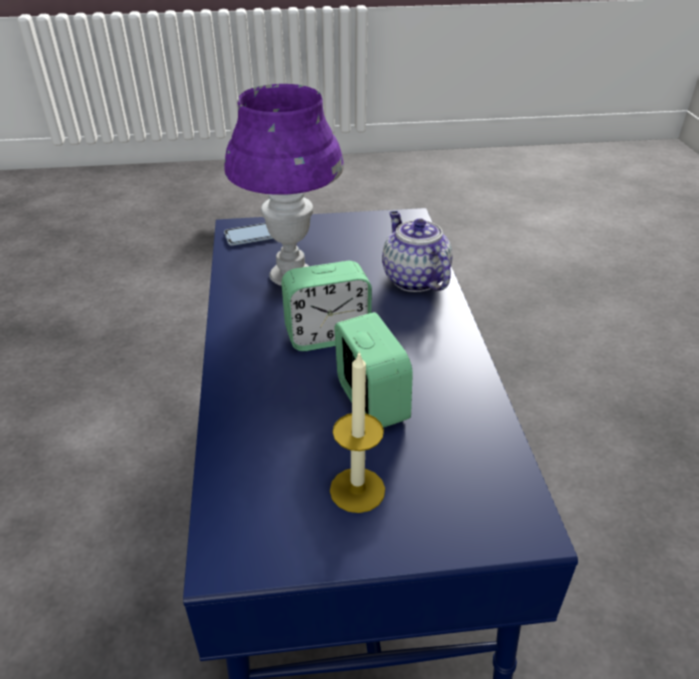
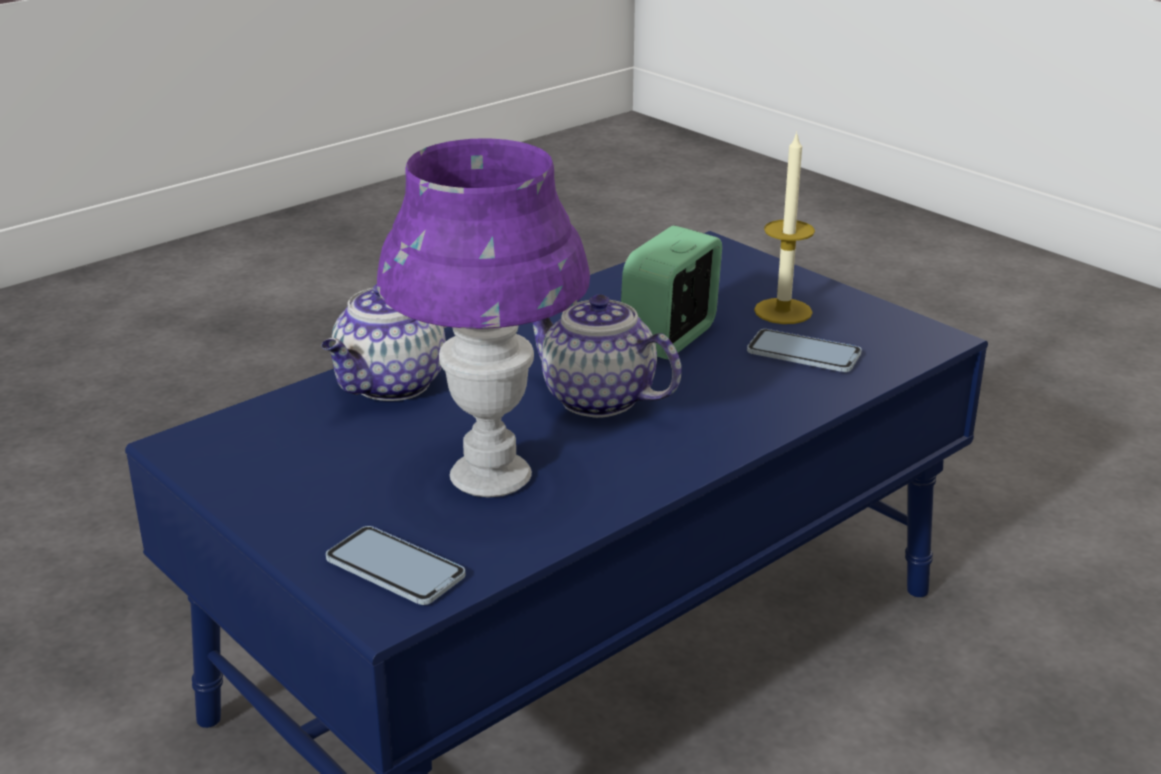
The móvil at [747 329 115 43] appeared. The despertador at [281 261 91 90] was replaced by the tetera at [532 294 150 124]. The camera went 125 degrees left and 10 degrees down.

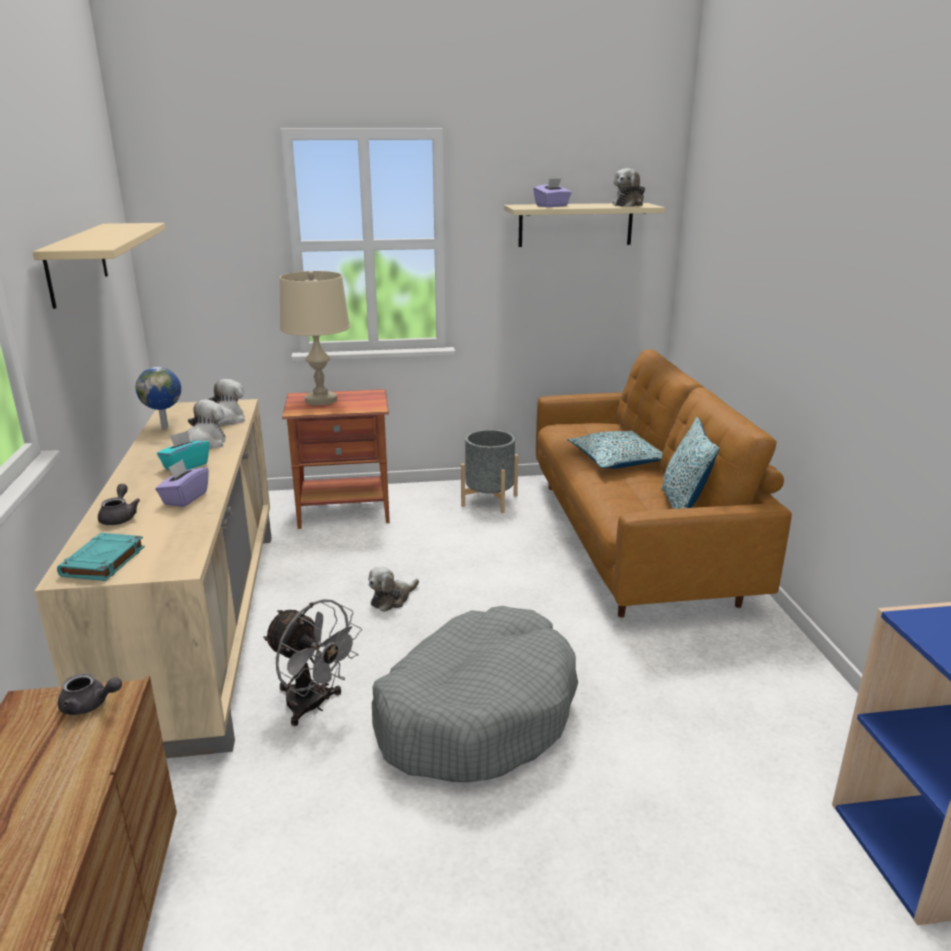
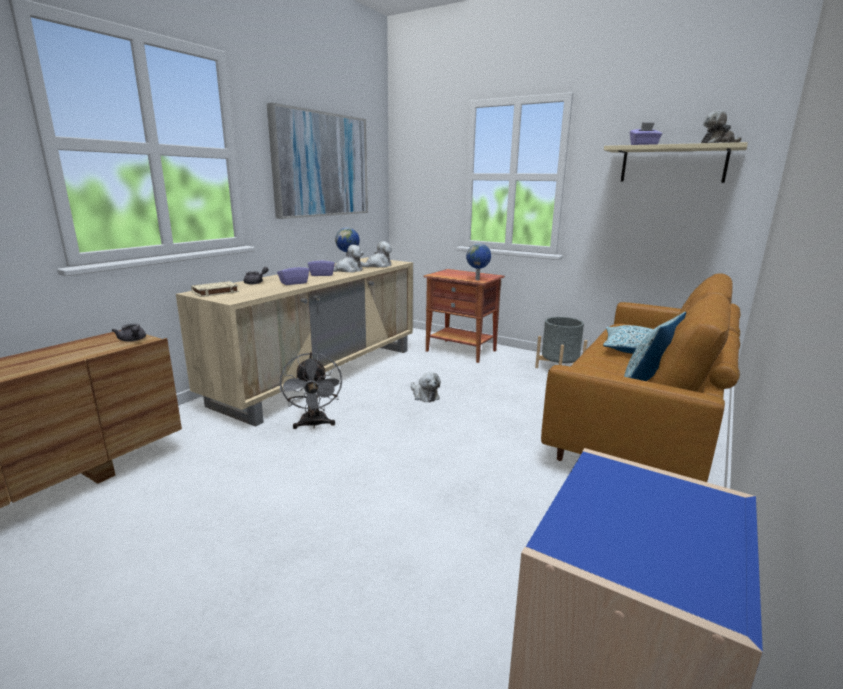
The lámpara de mesa [beis] at [280 271 70 134] disappeared. The cama para perro [gris] at [372 606 206 176] disappeared. The globo terráqueo at [466 243 25 37] appeared. The estante [beis] at [33 223 132 86] was replaced by the cuadro at [267 103 101 116]. The libro [turquesa] at [57 533 88 48] became the libro [beis] at [191 281 48 16]. The caja de pañuelos [turquesa] at [157 430 53 41] became the caja de pañuelos [morado] at [308 255 27 21]. The peluche at [368 566 51 46] turned 120 degrees counterclockwise. The camera went 40 degrees right and 5 degrees down.

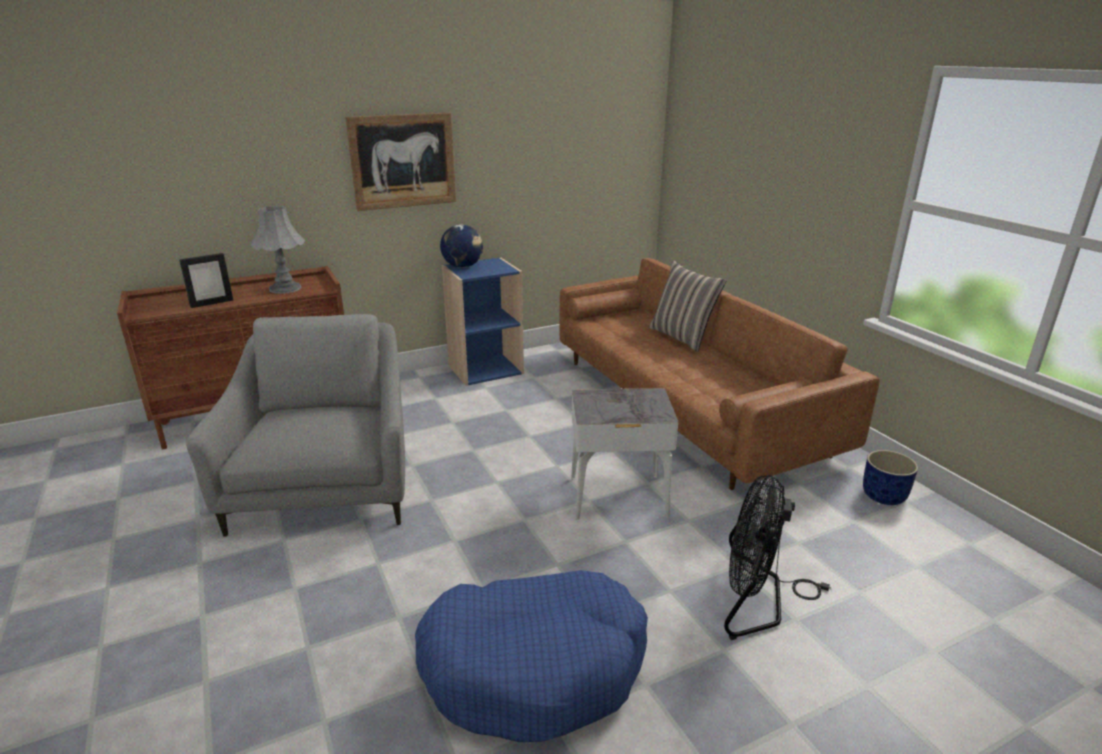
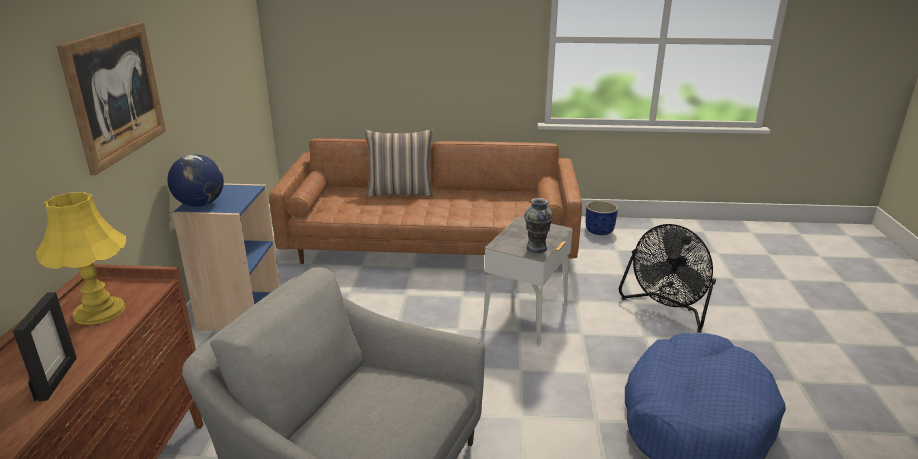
The florero at [524 198 29 55] appeared. The lámpara de mesa [gris] at [250 206 55 88] became the lámpara de mesa [amarillo] at [36 192 90 133]. The camera went 60 degrees left and 0 degrees up.

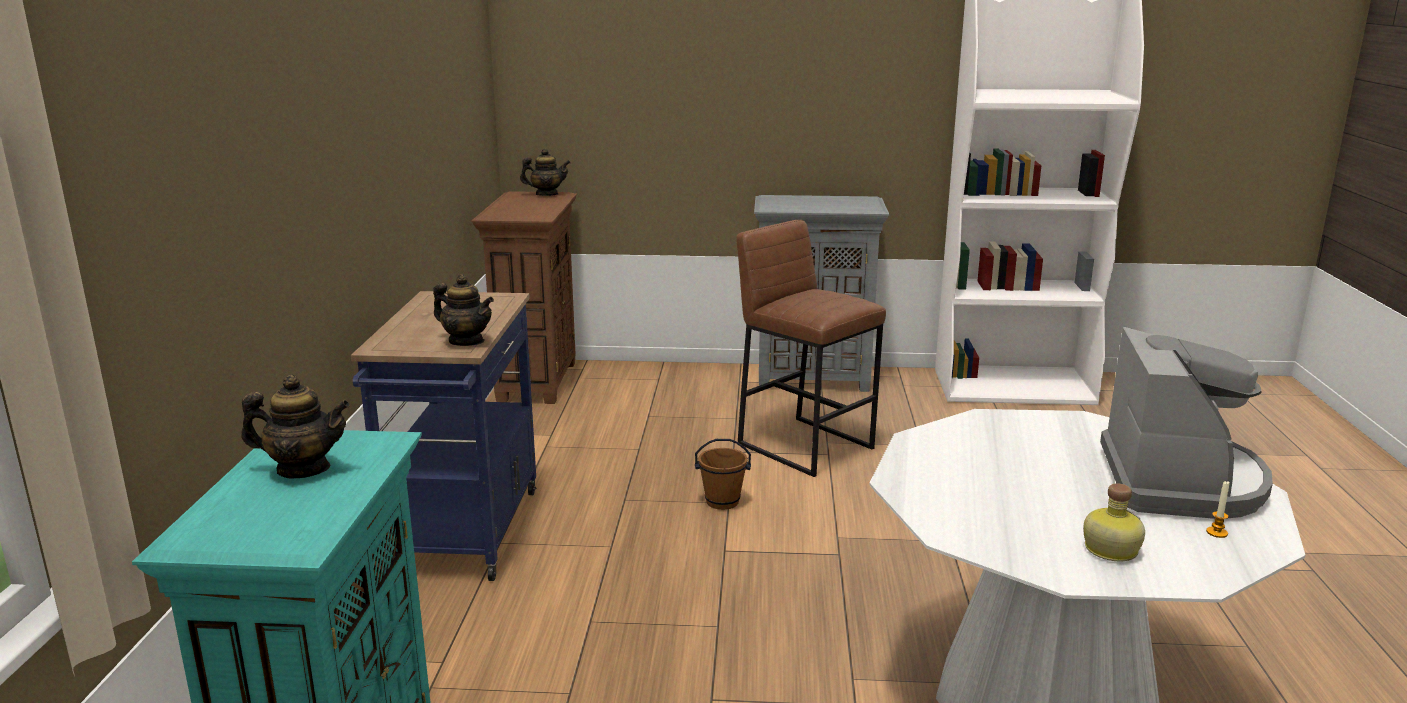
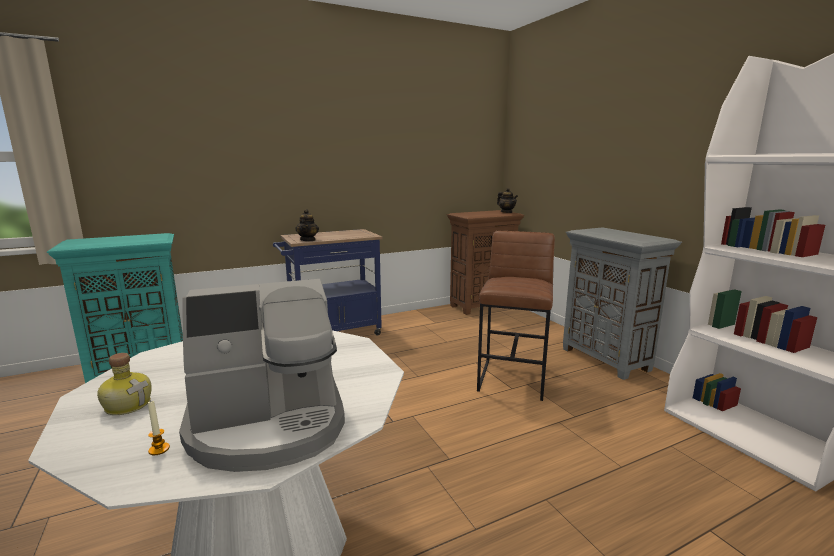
The tetera at [241 375 109 104] disappeared. The cubo [marrón] at [695 439 56 71] disappeared. The camera went 60 degrees right and 5 degrees down.

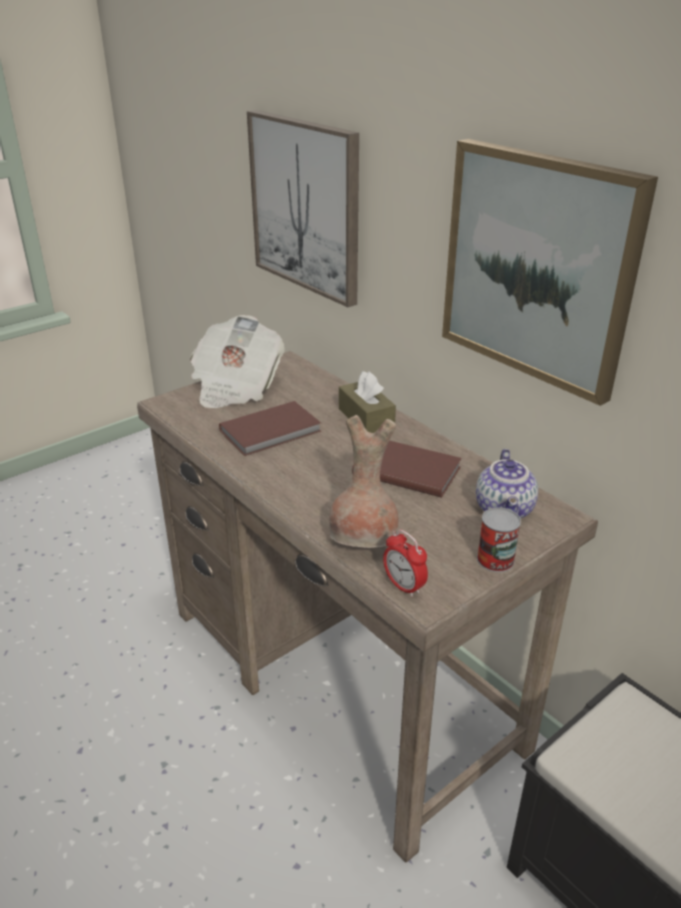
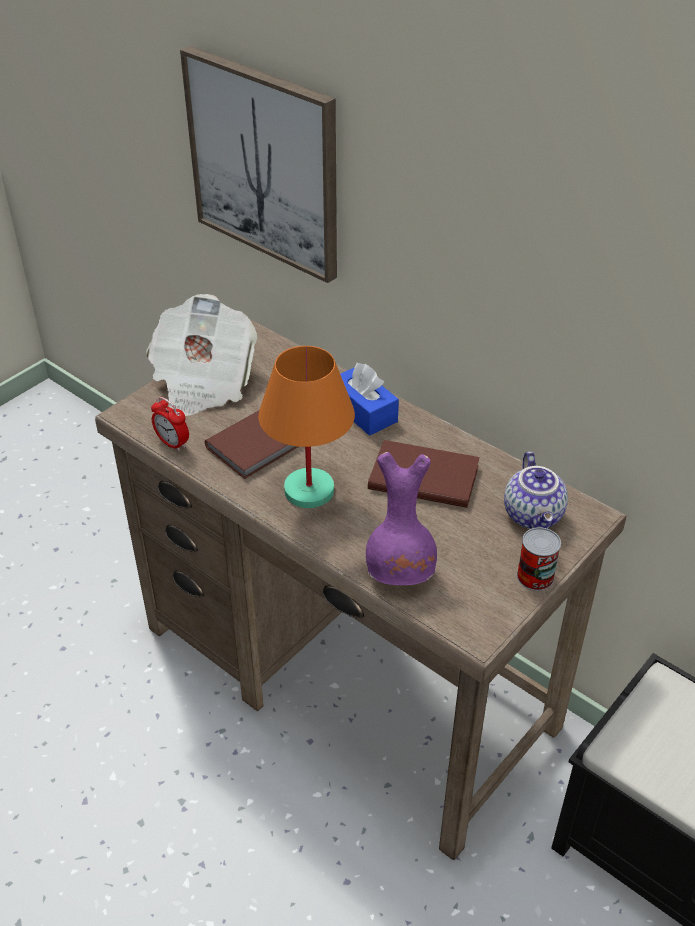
The cuadro at [442 139 216 267] disappeared. The lámpara de mesa [naranja] at [258 346 97 162] appeared. The despertador moved from [383 530 45 67] to [151 397 38 55]. The florero [marrón] at [329 415 69 133] became the florero [morado] at [366 452 71 133]. The caja de pañuelos [marrón] at [339 371 57 62] became the caja de pañuelos [azul] at [340 363 59 73]. The camera went 10 degrees left and 10 degrees up.

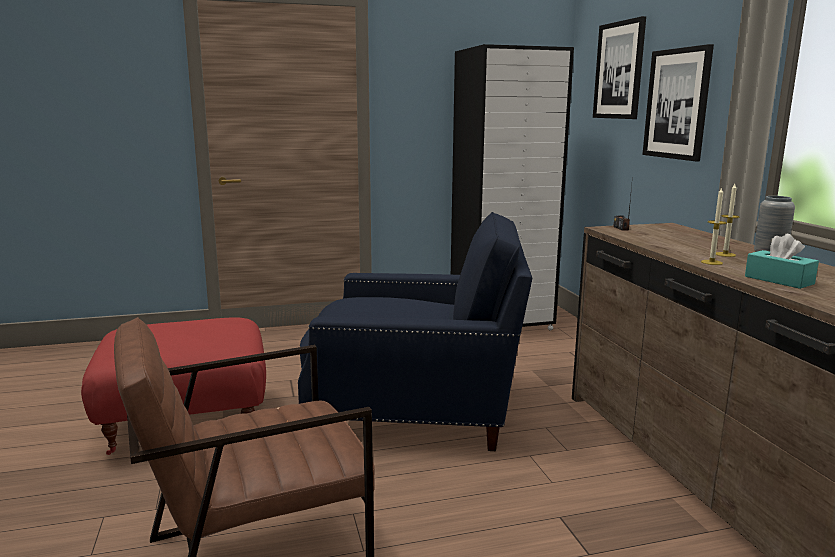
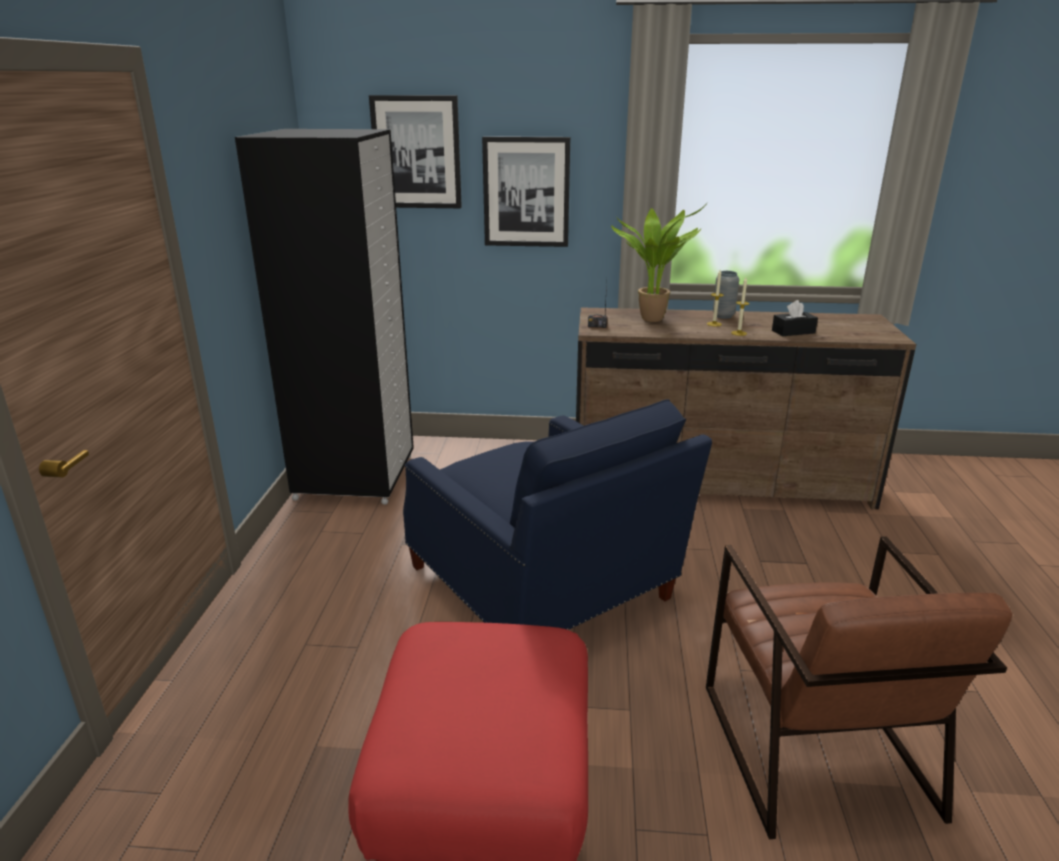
The planta en maceta at [611 202 97 120] appeared. The caja de pañuelos [turquesa] at [745 233 74 56] became the caja de pañuelos [negro] at [772 300 46 36]. The sillón [azul] at [298 212 234 239] turned 120 degrees clockwise. The camera went 70 degrees left and 10 degrees up.

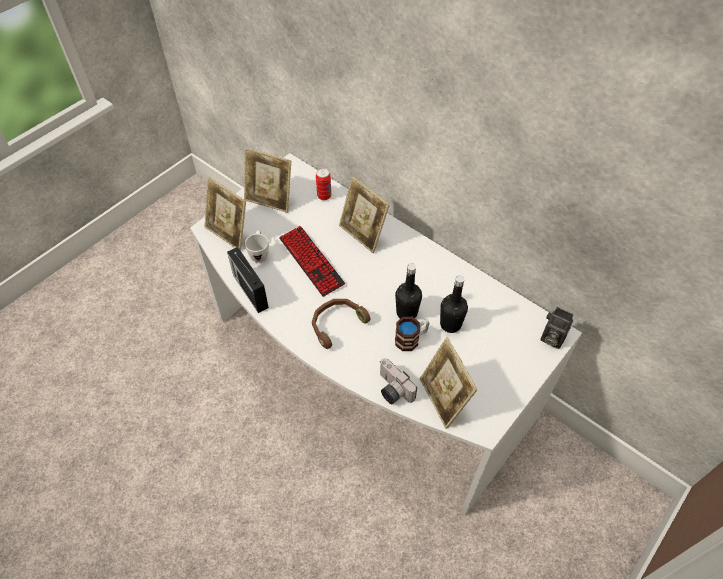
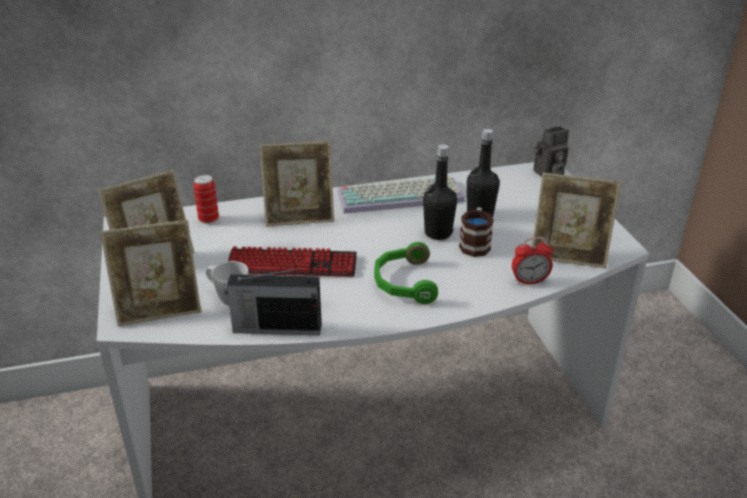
The teclado at [337 176 128 38] appeared. The cámara at [380 358 37 46] was replaced by the despertador at [512 237 41 48]. The auriculares [marrón] at [312 299 58 50] became the auriculares [verde] at [374 242 64 62]. The camera went 55 degrees left and 20 degrees down.

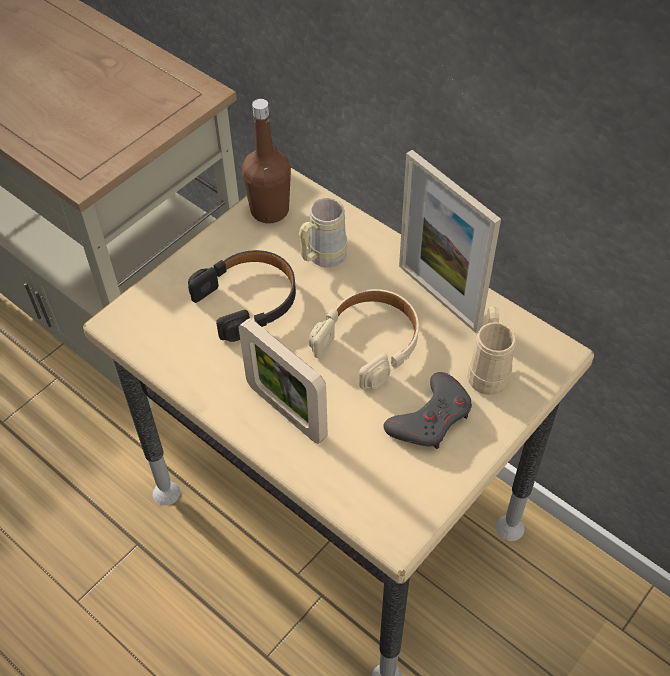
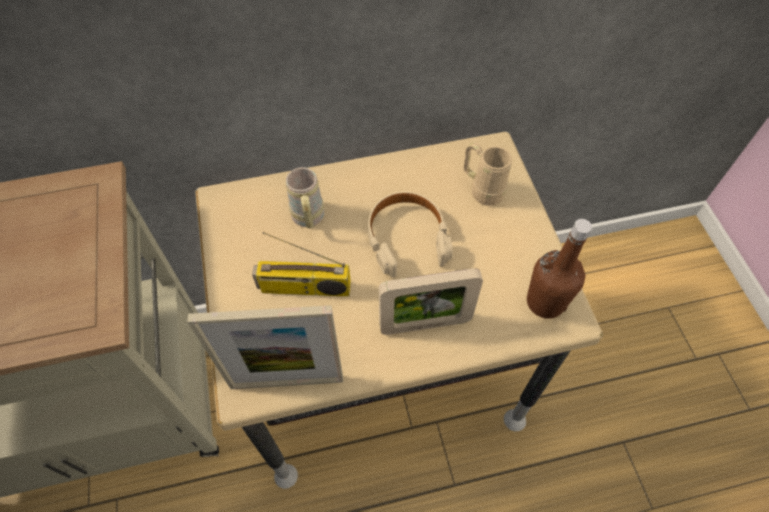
The mando de consola [gris] at [383 372 89 77] disappeared. The botella [marrón] moved from [242 99 49 124] to [527 219 65 100]. The portarretratos moved from [399 150 102 183] to [187 305 156 84]. The auriculares [negro] at [188 250 108 92] was replaced by the radio at [252 232 99 65]. The camera went 55 degrees left and 5 degrees up.

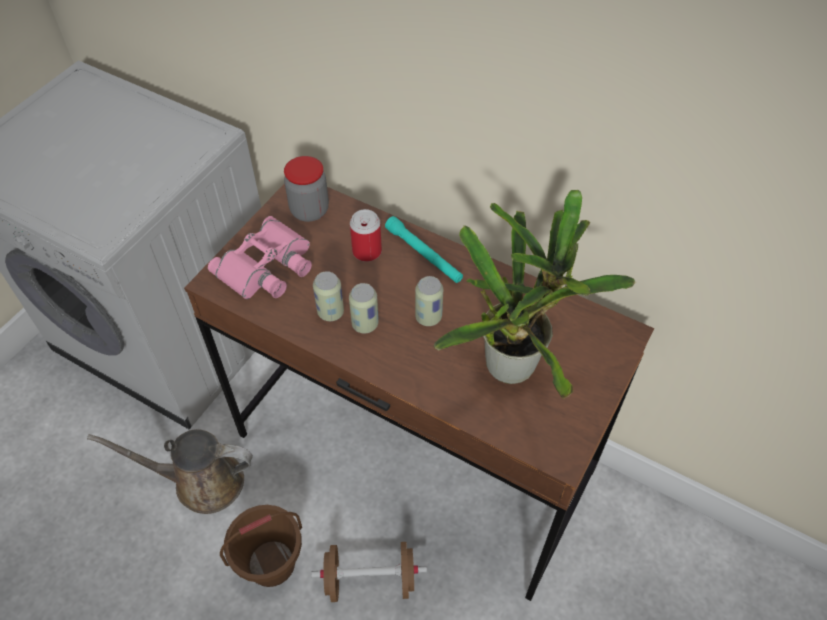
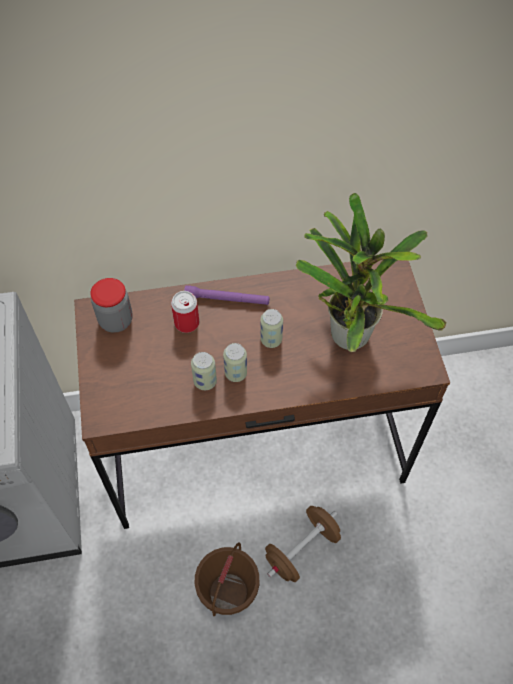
The regadera [marrón] at [87 429 166 85] disappeared. The prismáticos [rosa] at [208 216 104 83] disappeared. The linterna [turquesa] at [385 216 78 67] became the linterna [morado] at [184 285 86 20]. The camera went 40 degrees left and 5 degrees up.

